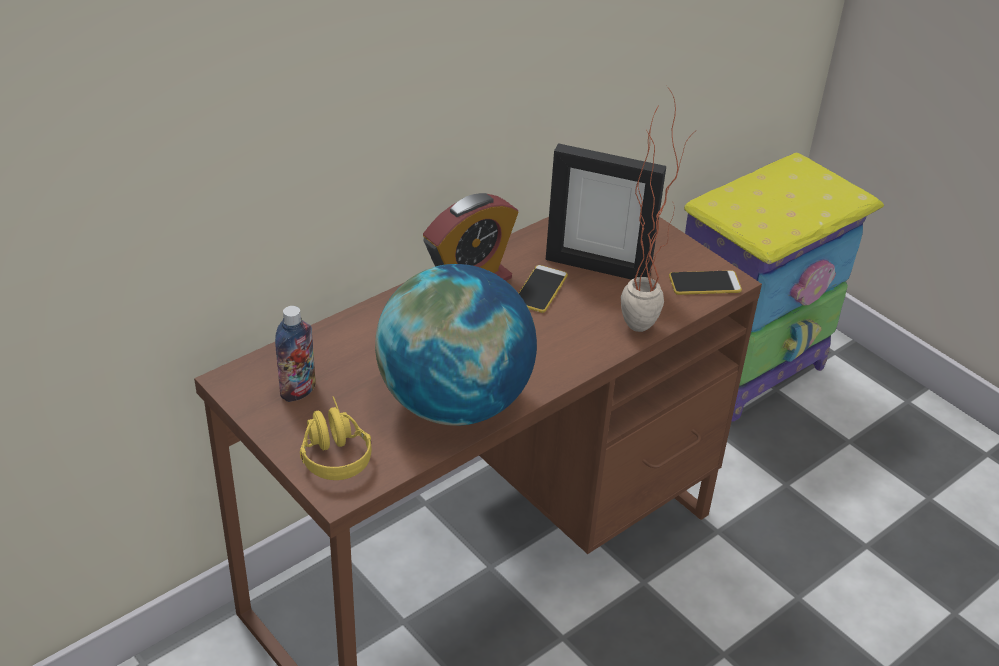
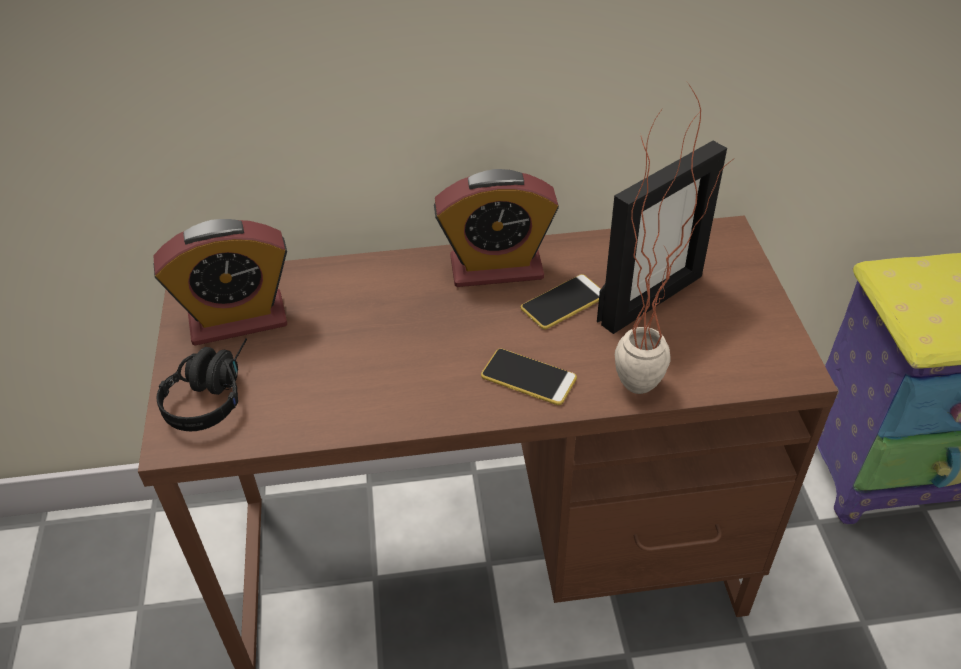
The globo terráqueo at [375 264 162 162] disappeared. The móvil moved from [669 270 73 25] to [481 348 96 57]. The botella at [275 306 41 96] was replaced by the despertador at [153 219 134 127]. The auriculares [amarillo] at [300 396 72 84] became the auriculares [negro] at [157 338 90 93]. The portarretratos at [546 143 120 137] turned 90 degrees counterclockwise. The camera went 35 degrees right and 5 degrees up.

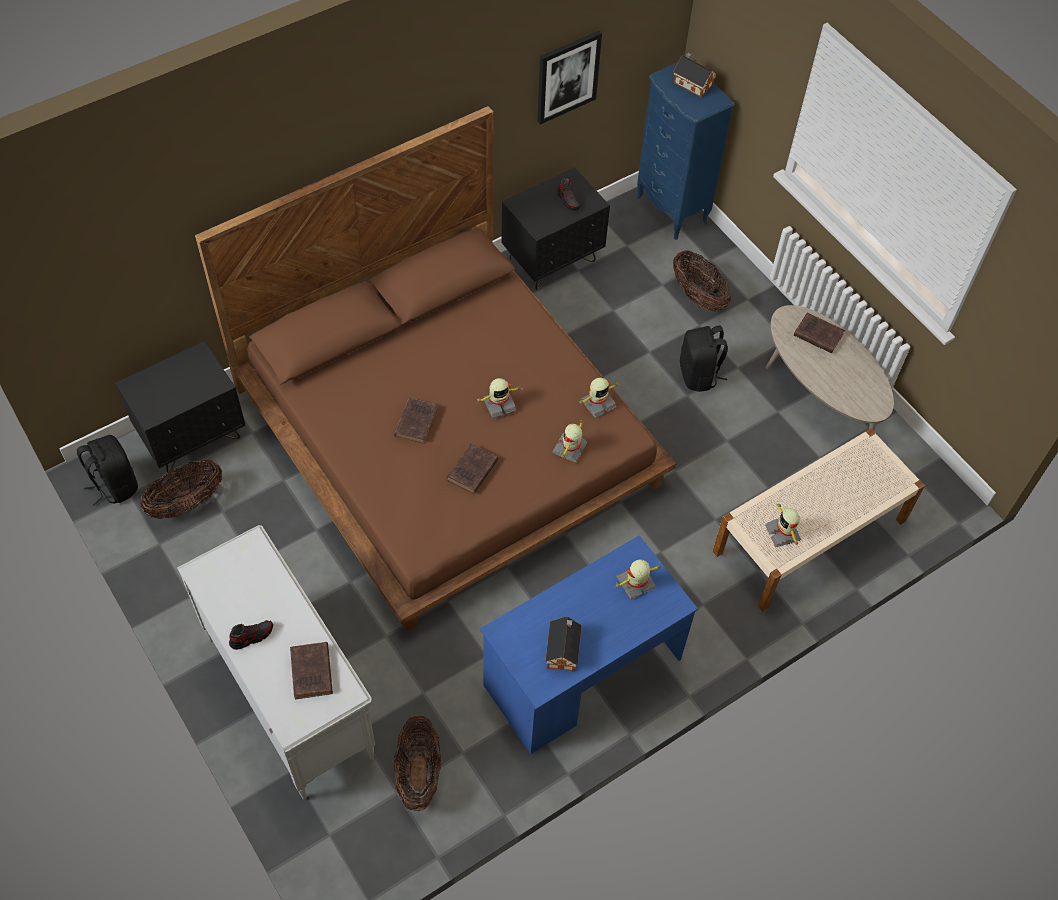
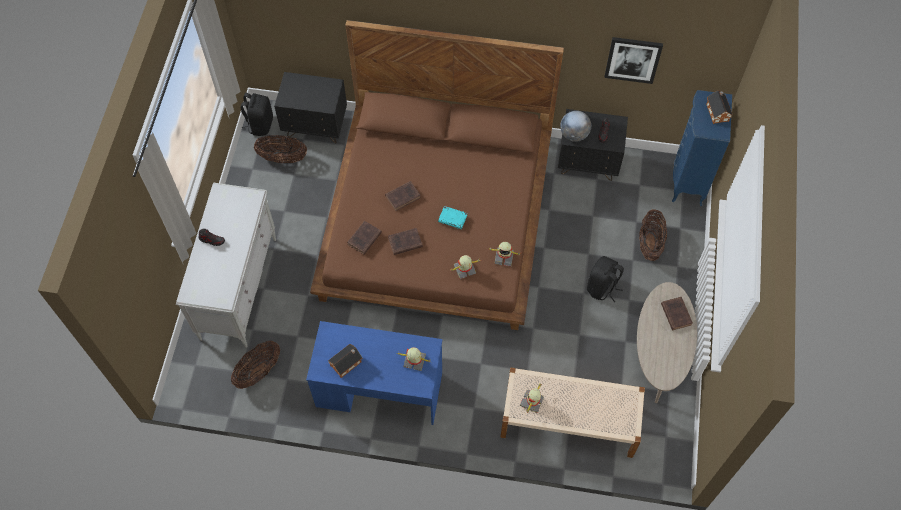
The globo terráqueo at [560 110 31 32] appeared. The libro [marrón] moved from [290 642 43 57] to [347 221 35 34]. The robot de juguete at [477 378 45 40] was replaced by the libro [turquesa] at [438 206 29 23]. The camera went 45 degrees right and 5 degrees up.

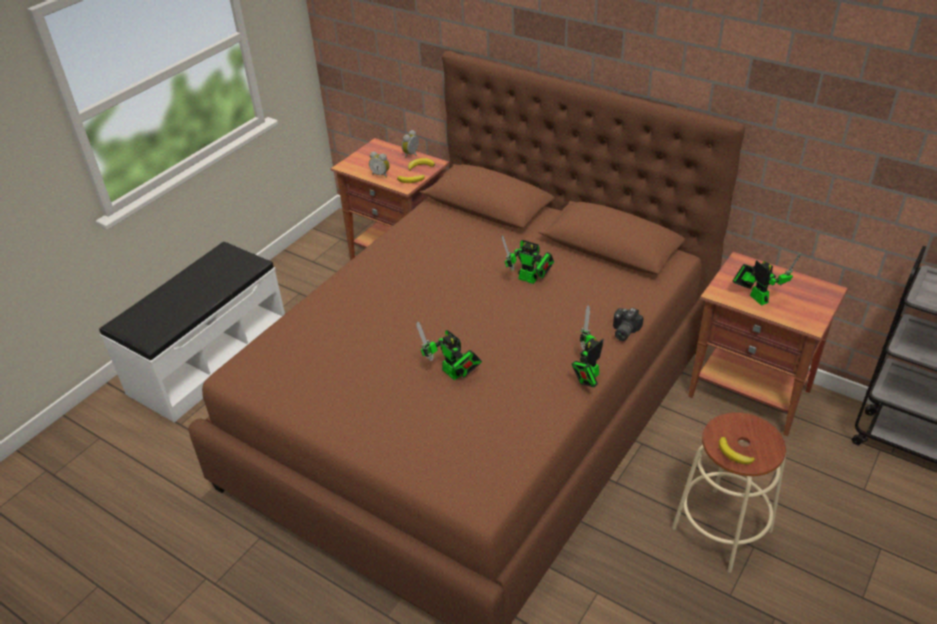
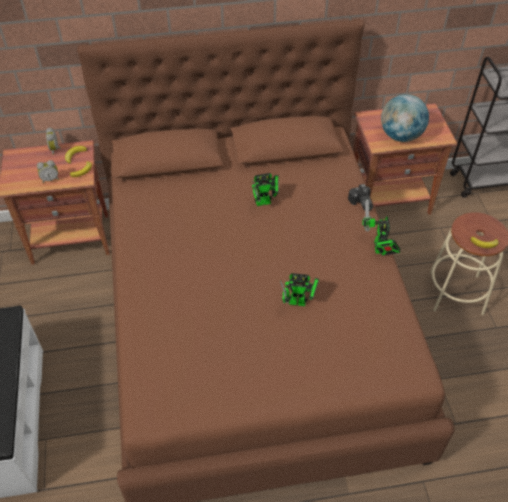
The robot de juguete at [732 253 69 53] was replaced by the globo terráqueo at [381 94 48 48]. The camera went 45 degrees left and 10 degrees up.

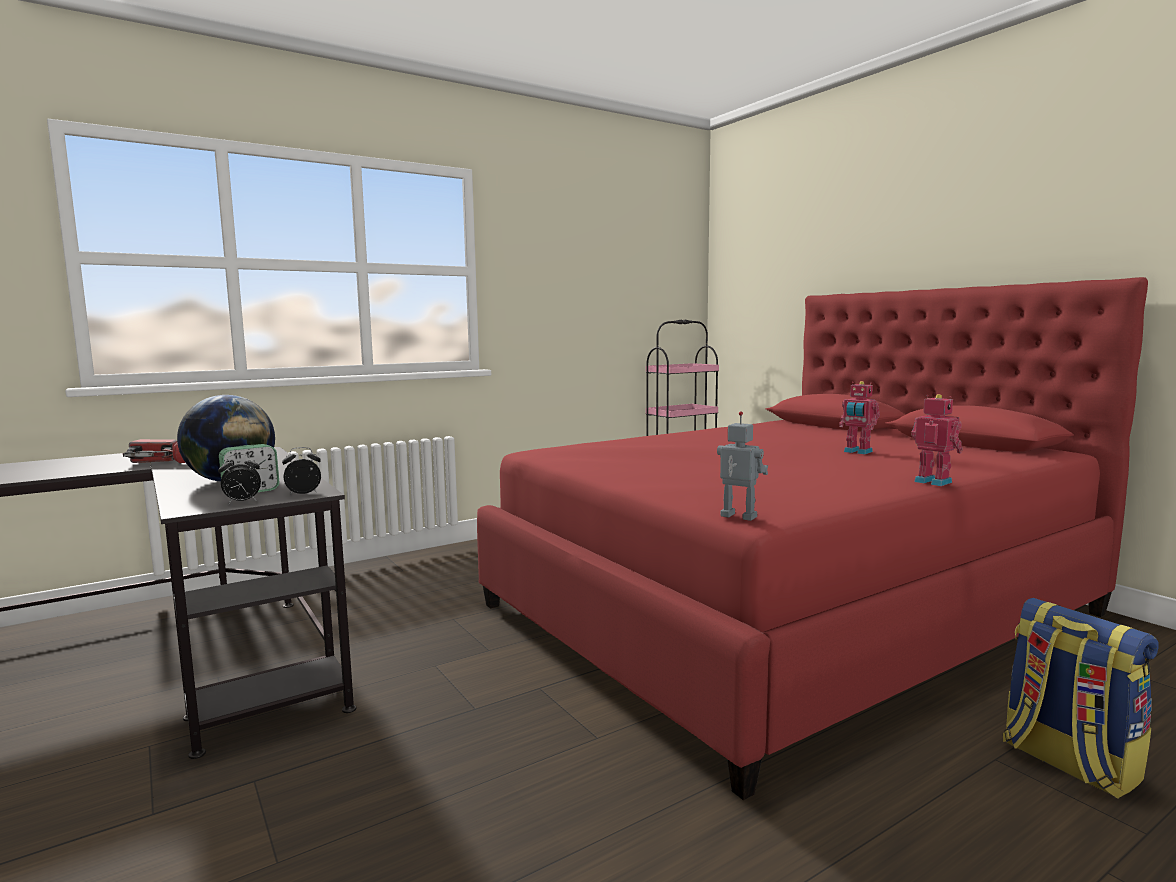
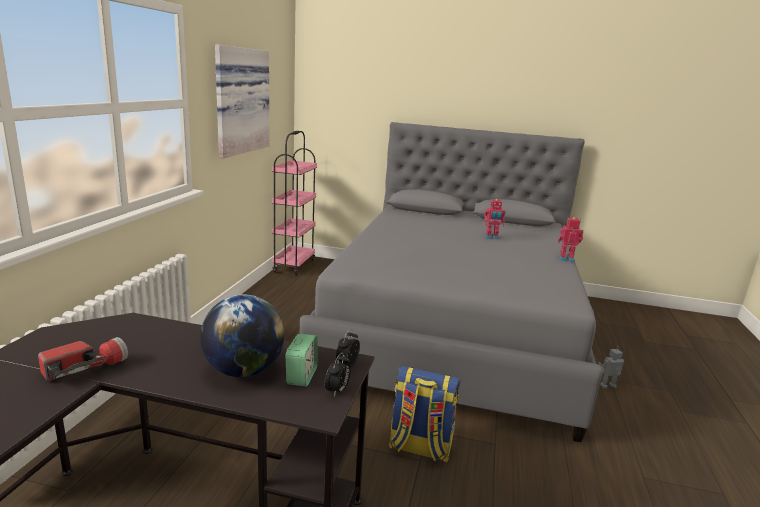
The cuadro at [215 44 54 114] appeared. The robot de juguete moved from [717 411 51 110] to [598 346 26 42]. The mochila moved from [1003 598 156 201] to [389 366 72 96]. The cama [rojo] at [477 277 671 523] became the cama [gris] at [300 122 304 320]. The camera went 45 degrees left and 10 degrees up.

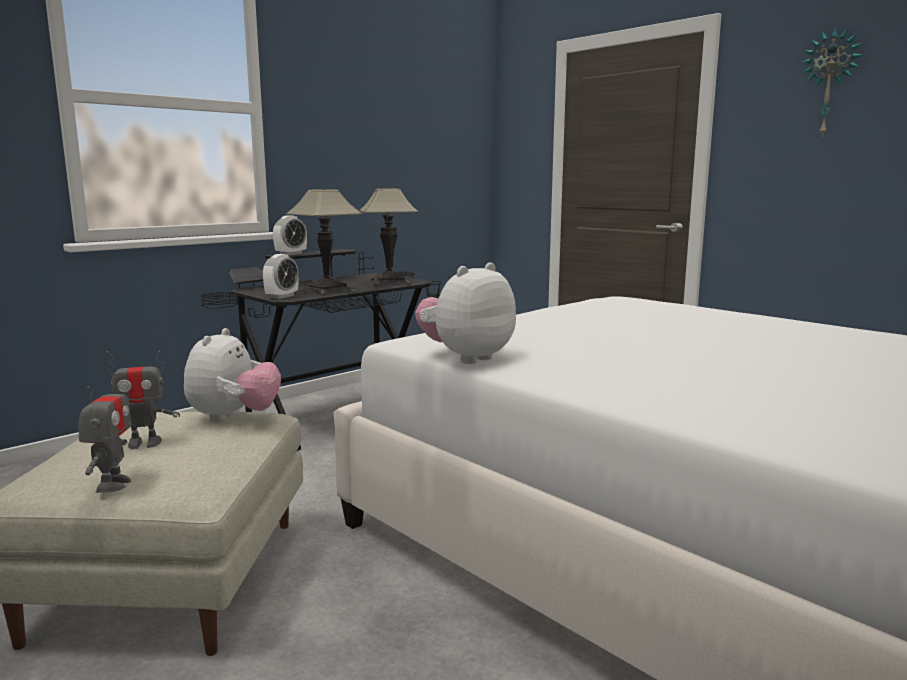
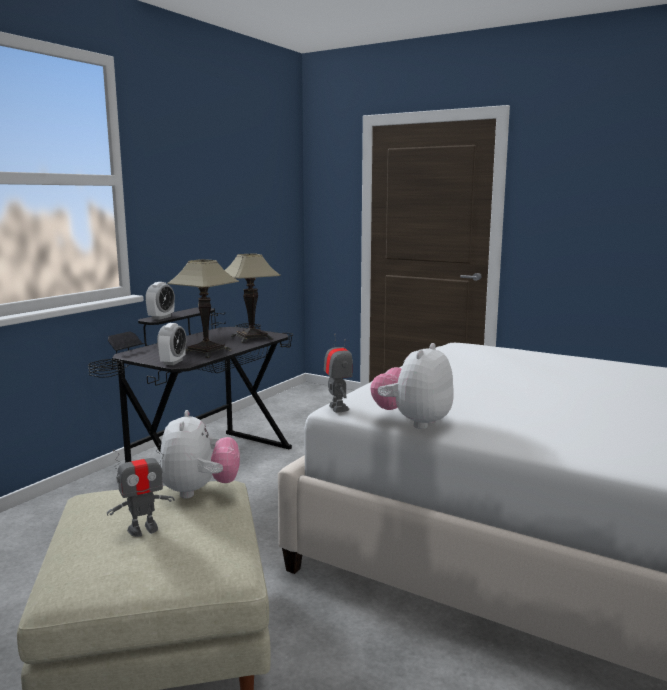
The reloj de pared at [802 27 61 110] disappeared. The robot de juguete moved from [78 373 54 120] to [324 334 29 79]. The camera went 15 degrees left and 0 degrees up.

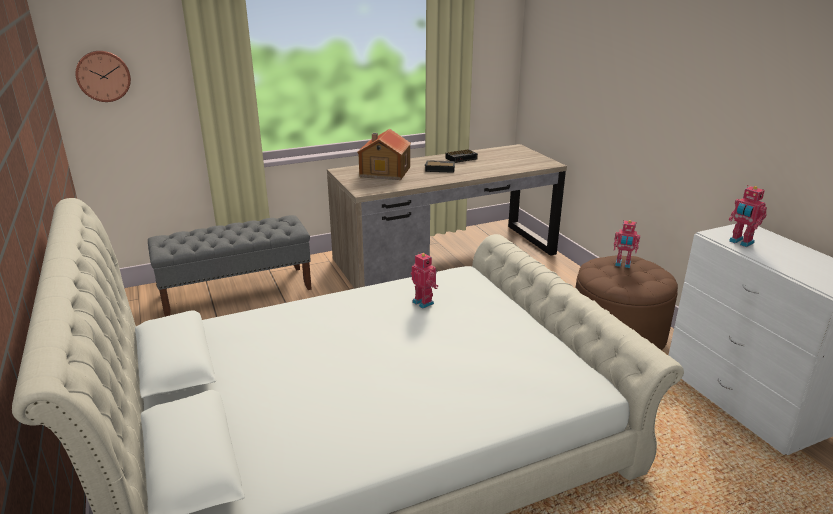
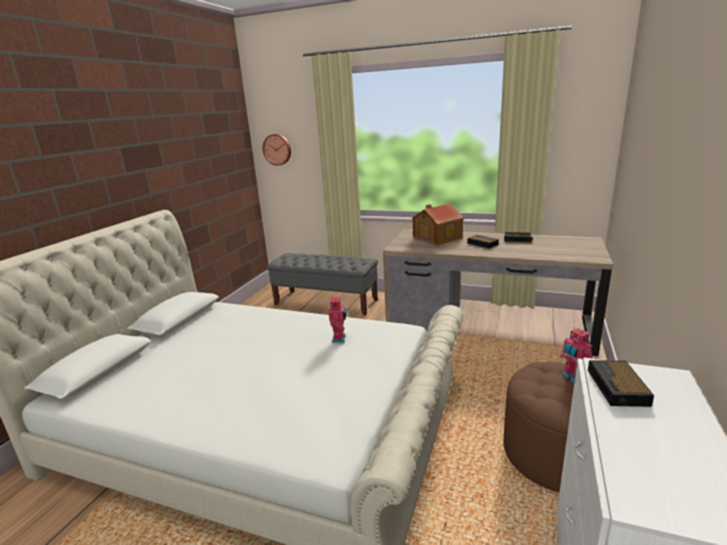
The robot de juguete at [729 185 38 62] was replaced by the despertador at [588 360 66 47]. The camera went 45 degrees right and 5 degrees down.

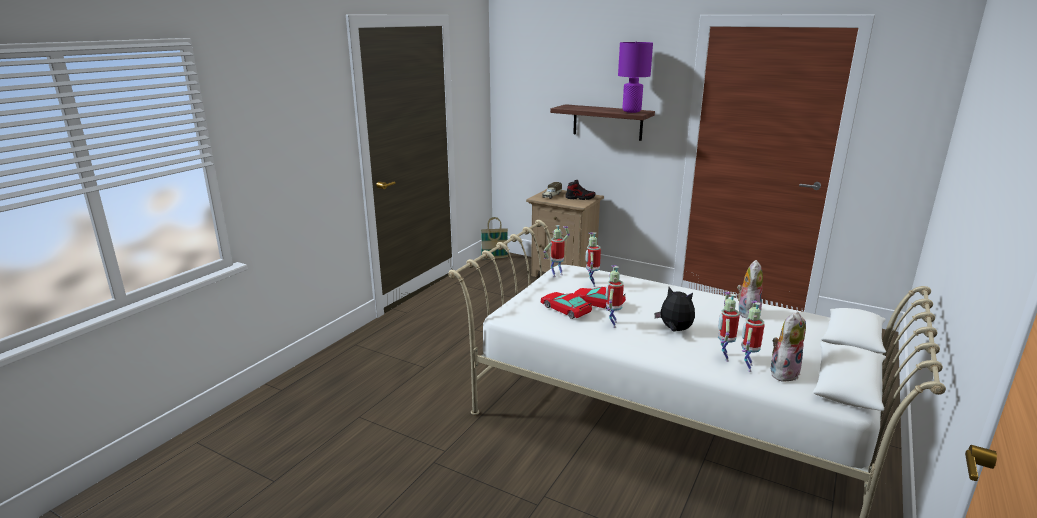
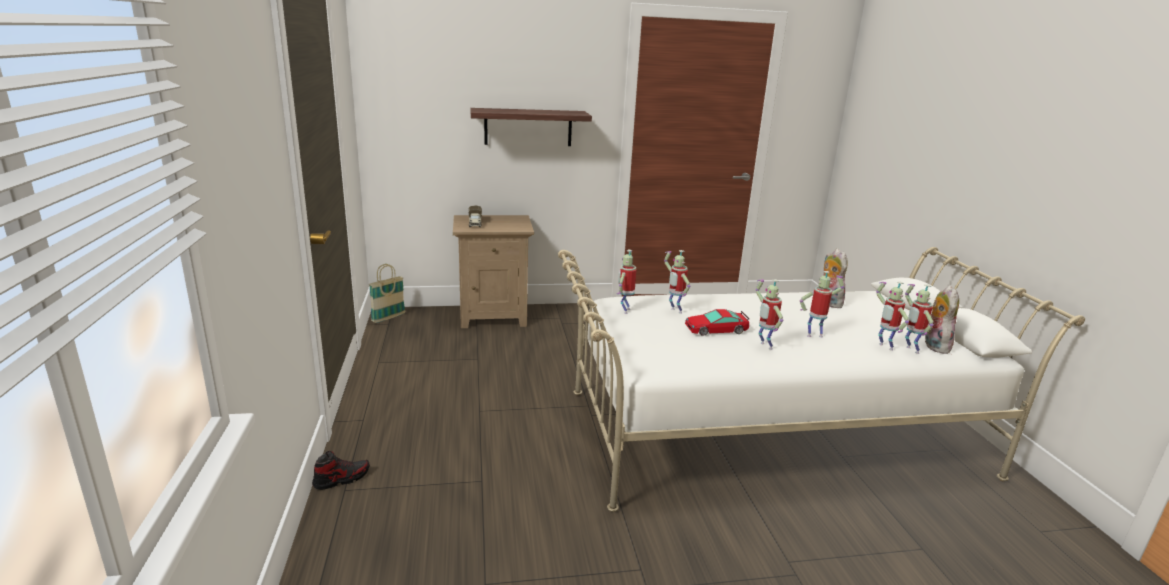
The coche de juguete at [541 292 51 27] disappeared. The lámpara de mesa [morado] at [618 42 35 71] disappeared. The zapato moved from [565 180 31 20] to [312 451 58 39]. The peluche at [655 287 40 45] was replaced by the robot de juguete at [800 271 44 66]. The camera went 40 degrees left and 0 degrees up.

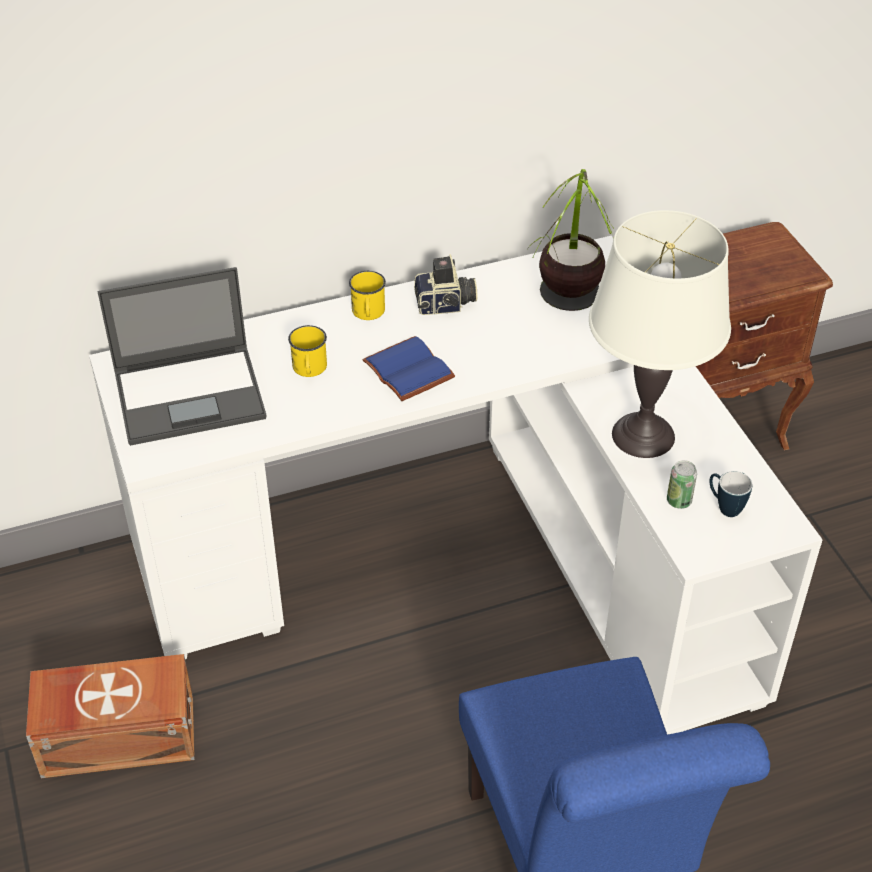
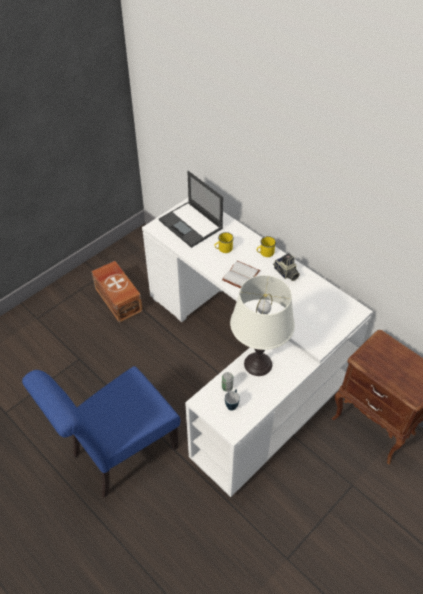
The planta en maceta at [527 169 87 142] disappeared. The libro [azul] at [362 336 93 65] became the libro [blanco] at [222 261 38 27]. The camera went 65 degrees right and 5 degrees up.

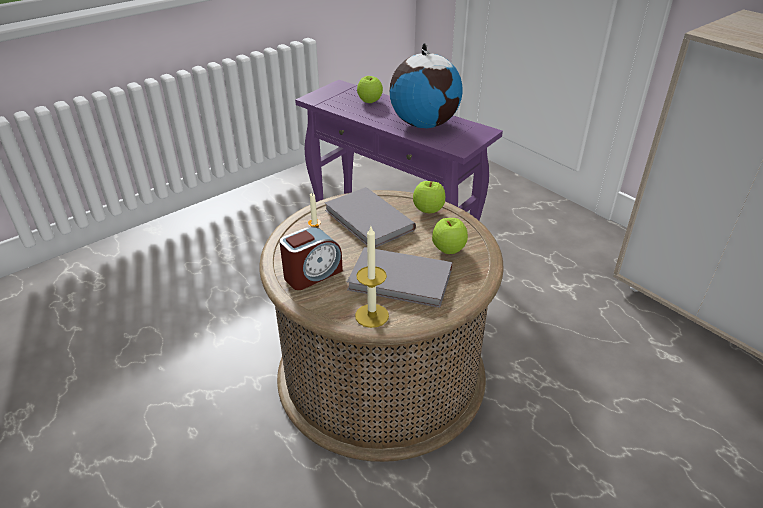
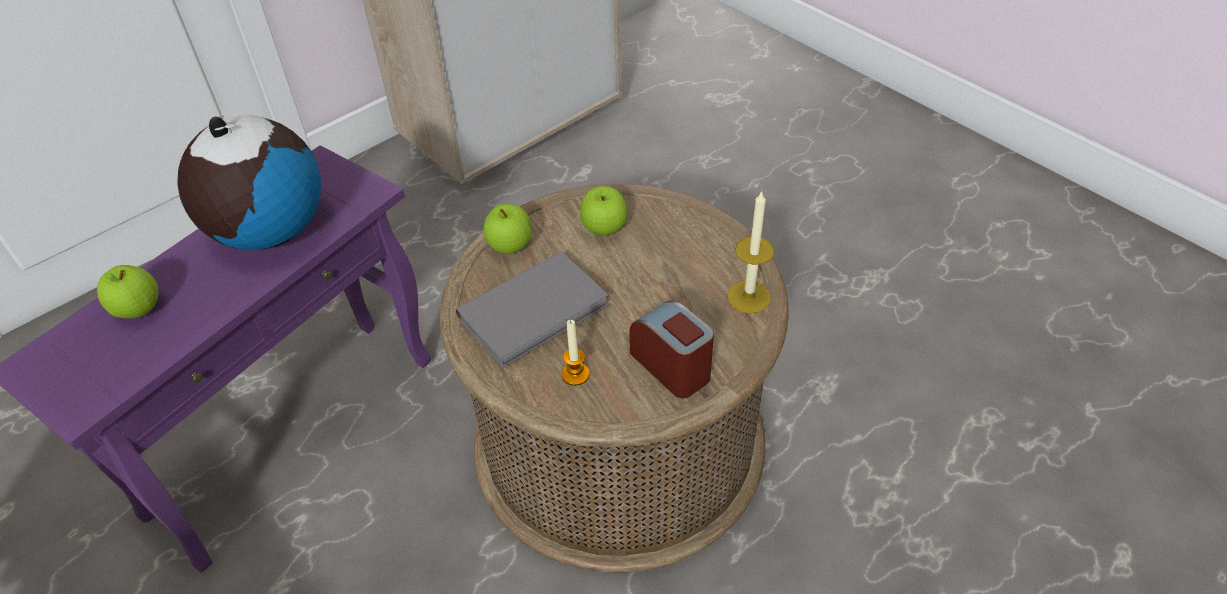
The libro [gris] at [347 247 106 61] disappeared. The camera went 90 degrees left and 10 degrees up.

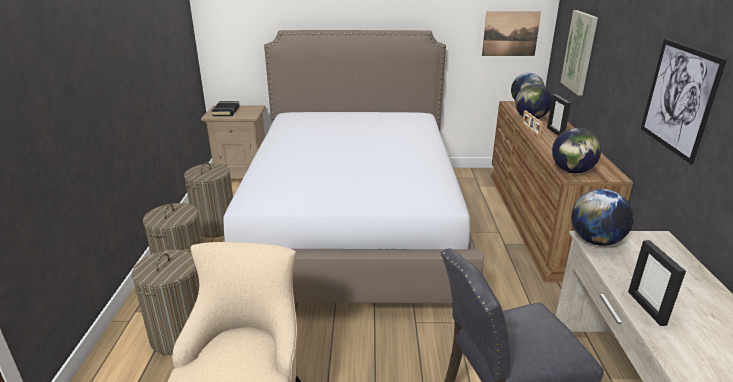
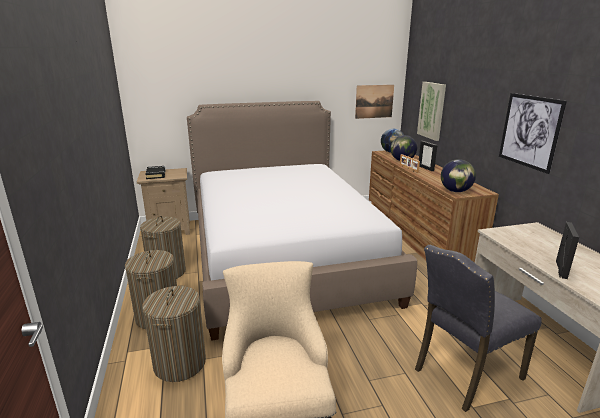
The globo terráqueo at [571 189 63 57] disappeared. The portarretratos at [628 240 58 86] turned 135 degrees counterclockwise. The camera went 15 degrees left and 5 degrees down.

